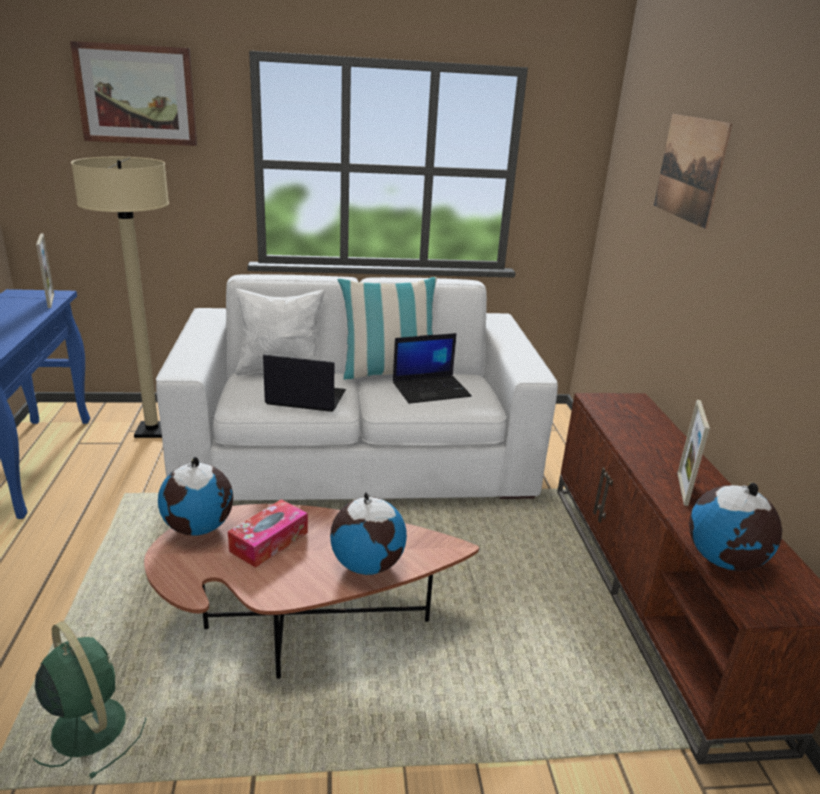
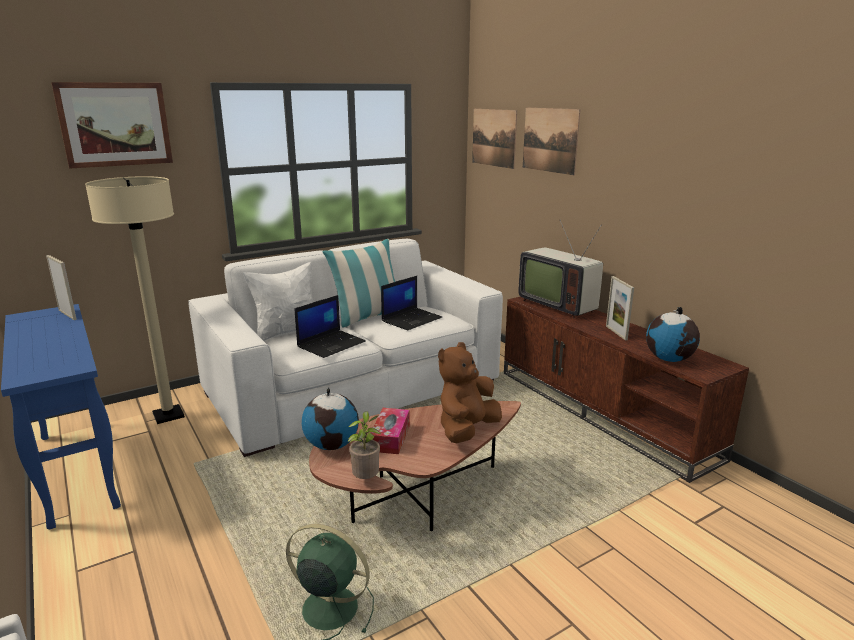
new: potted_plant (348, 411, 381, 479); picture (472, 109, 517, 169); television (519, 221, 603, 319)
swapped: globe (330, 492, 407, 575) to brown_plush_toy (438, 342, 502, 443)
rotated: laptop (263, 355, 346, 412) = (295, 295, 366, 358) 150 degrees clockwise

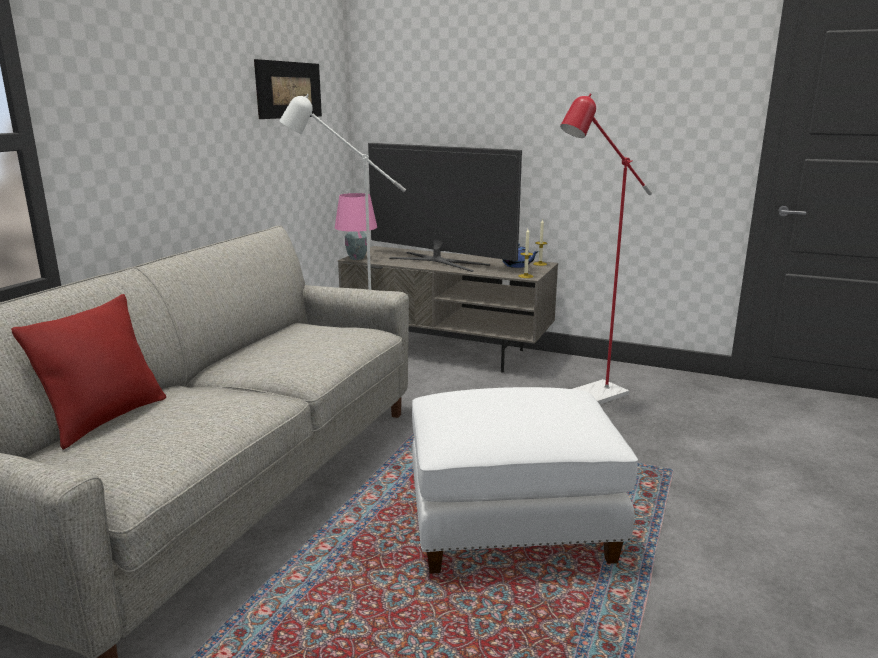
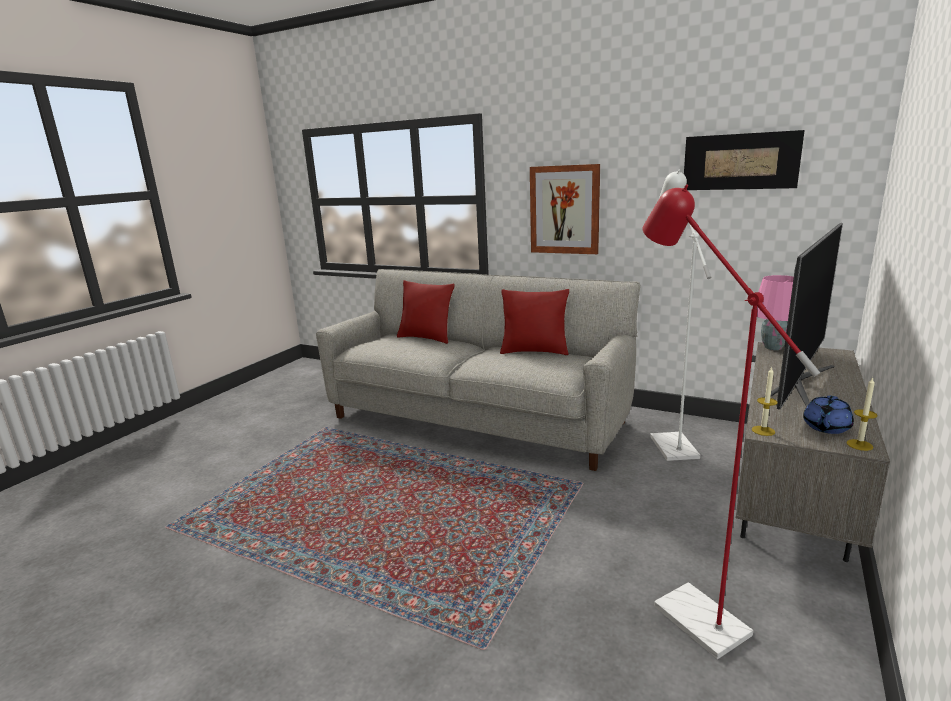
gone: white_ottoman (412, 387, 638, 574)
new: red_pillow (500, 289, 569, 355); picture (530, 164, 600, 254)

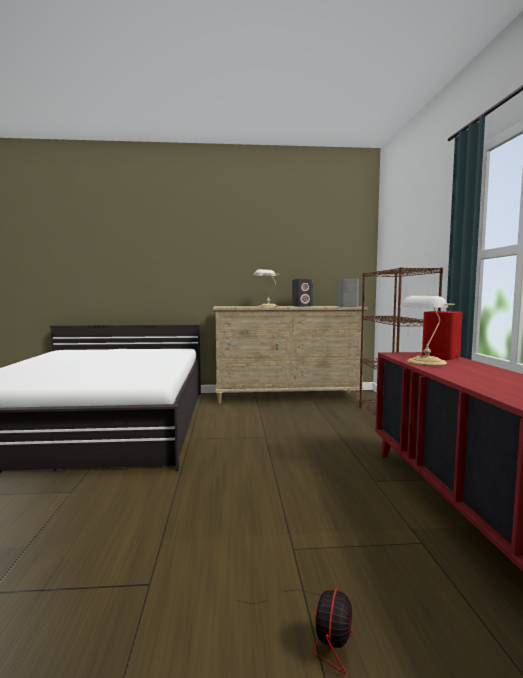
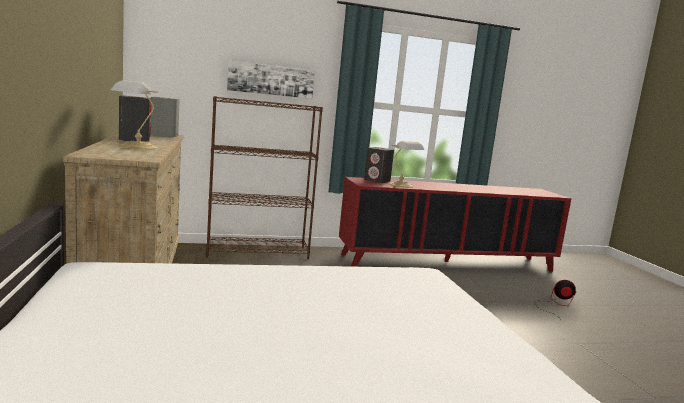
new: picture (227, 60, 315, 99)
repainted: red_speaker (422, 311, 462, 360) to grey_speaker (364, 147, 394, 183)

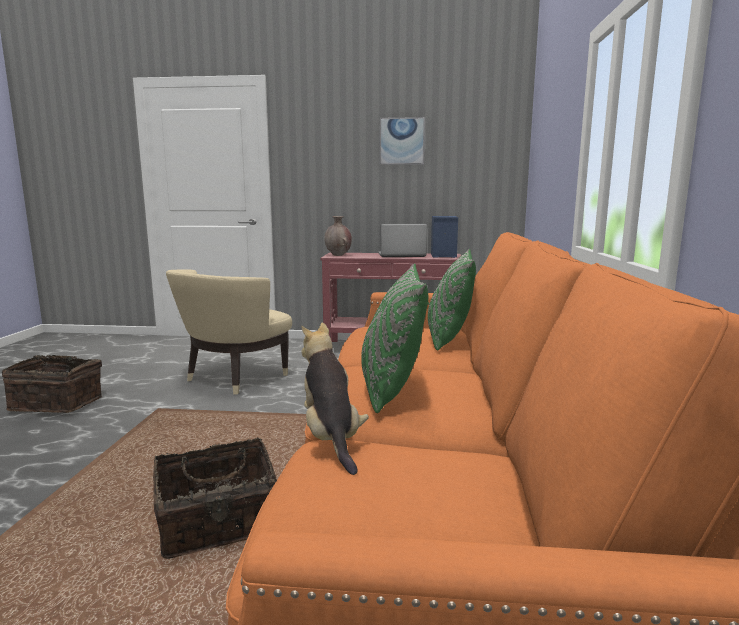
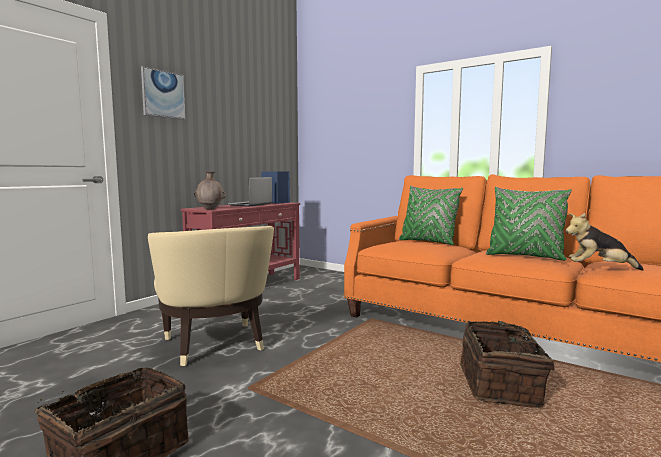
shifted: picture (379, 117, 425, 165) to (141, 66, 186, 120)

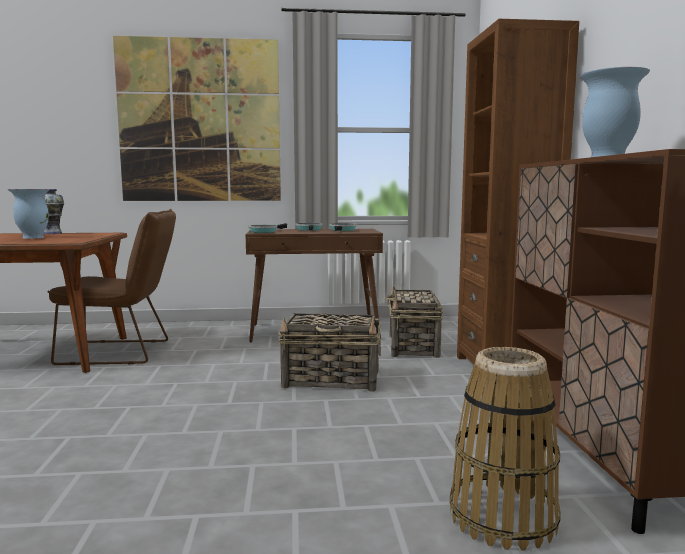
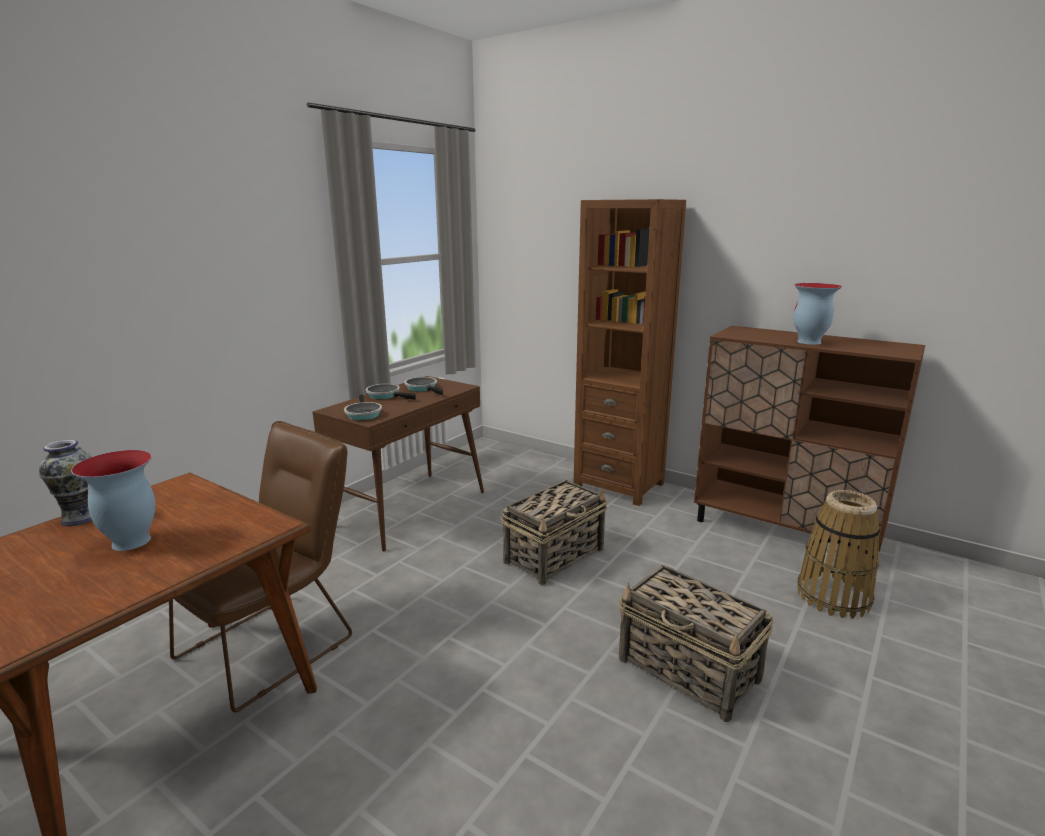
gone: picture (113, 36, 281, 201)
shifted: basket (385, 285, 443, 358) to (619, 565, 774, 722)

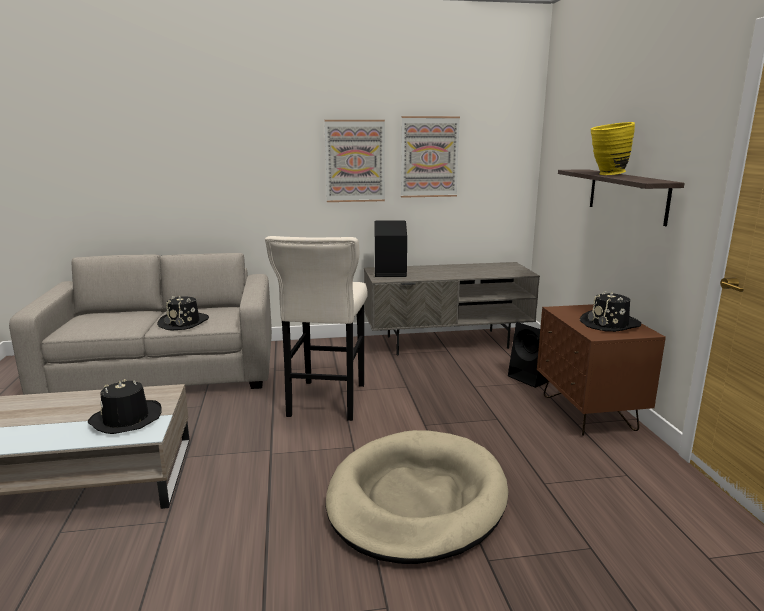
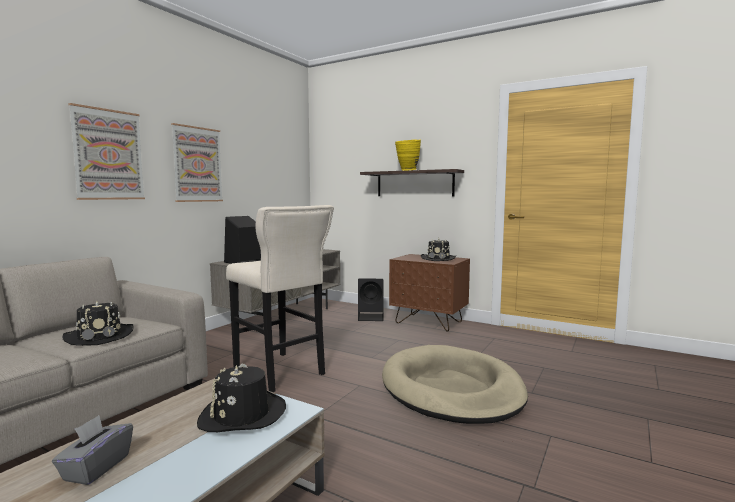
new: grey_tissue_box (52, 415, 133, 485)
shifted: picture (401, 116, 460, 198) to (69, 103, 145, 200)

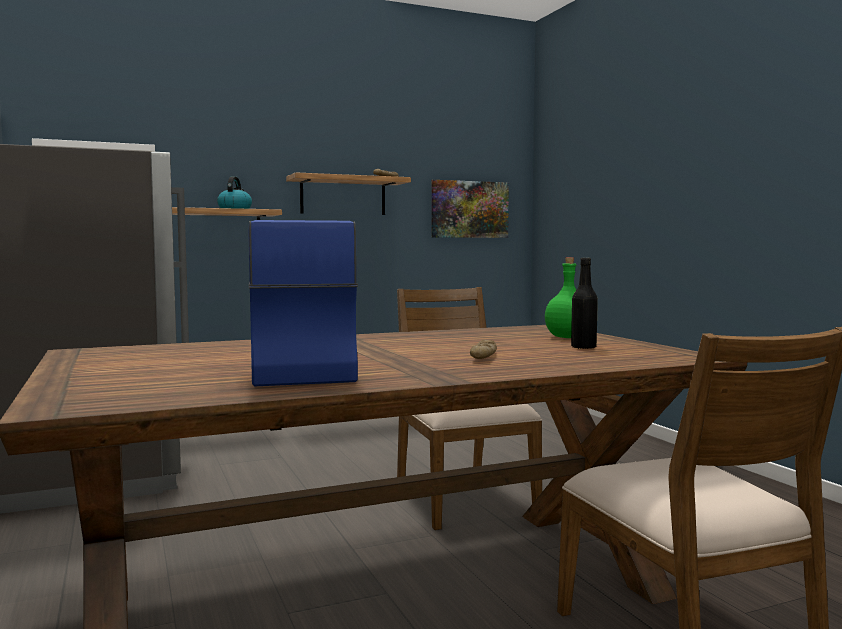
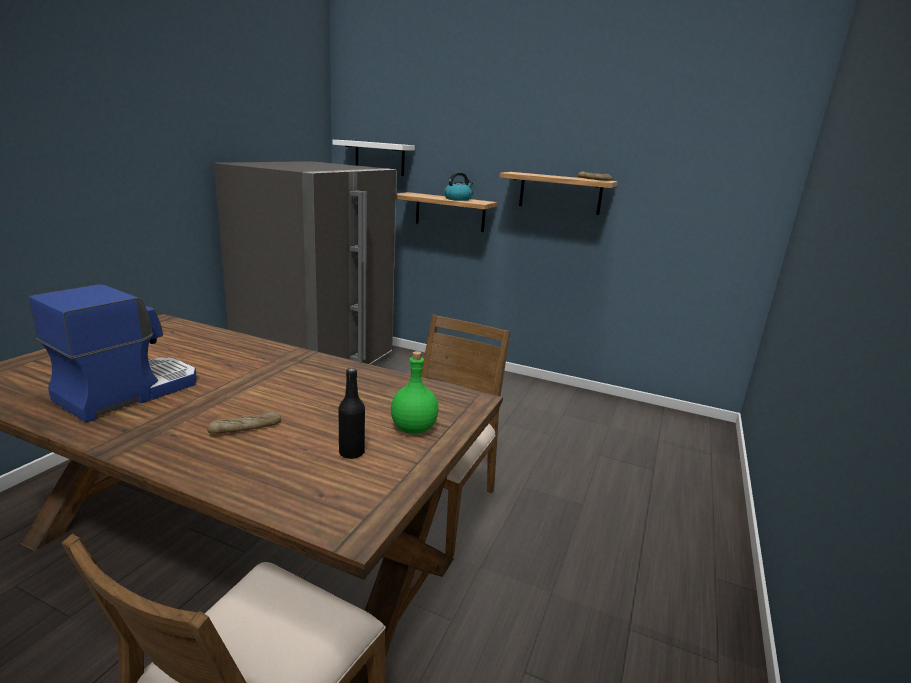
gone: picture (432, 180, 509, 238)

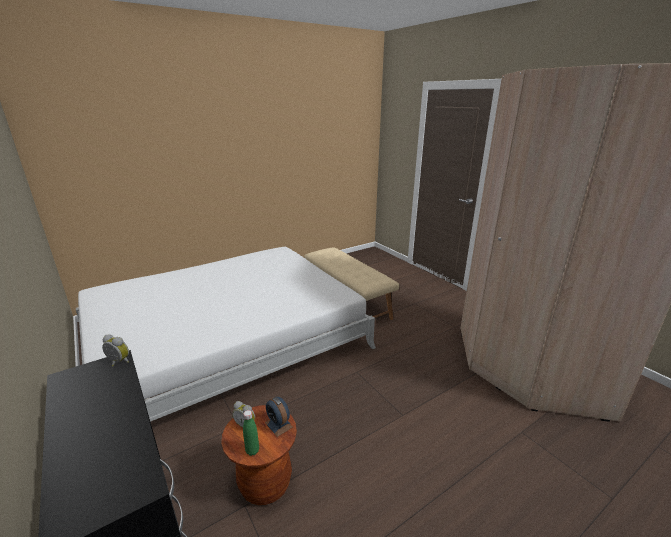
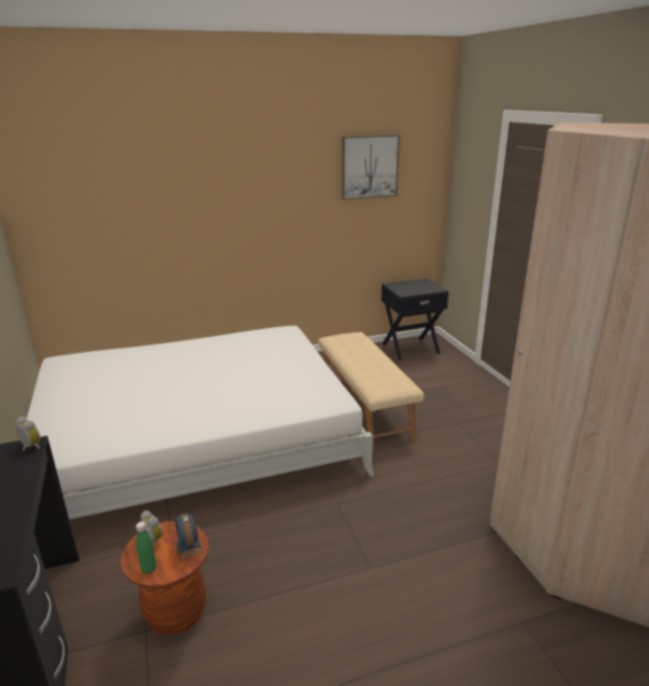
new: picture (342, 135, 400, 200); black_nightstand (381, 278, 449, 360)

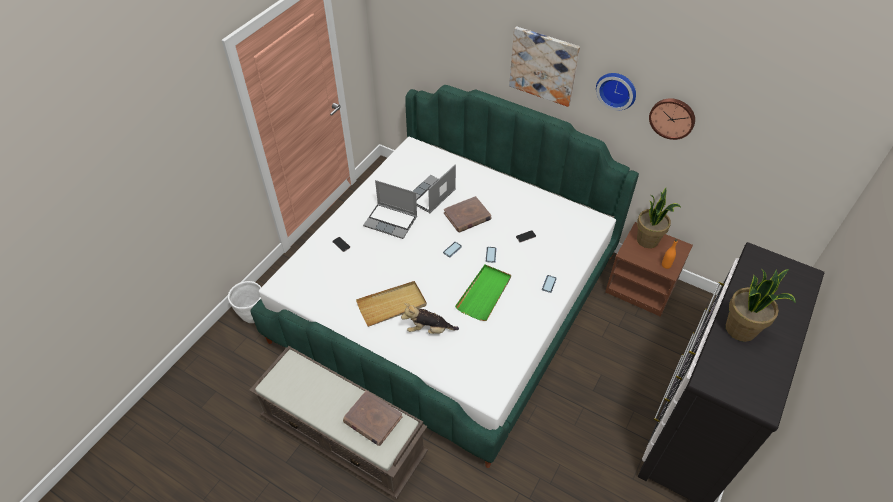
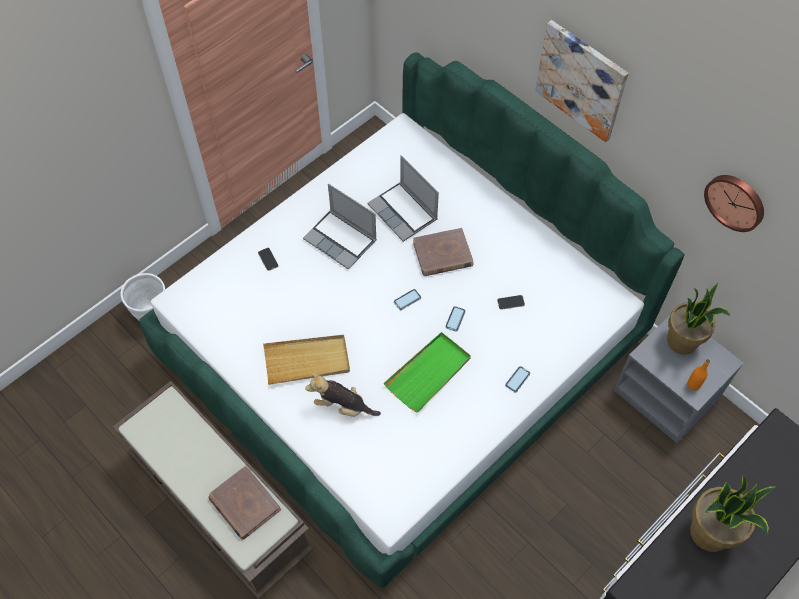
gone: wall_clock (596, 73, 636, 111)
repainted: brown_nightstand (605, 222, 693, 317) to grey_nightstand (614, 314, 744, 444)
rotated: laptop (413, 164, 456, 213) = (367, 155, 439, 242) 90 degrees counterclockwise

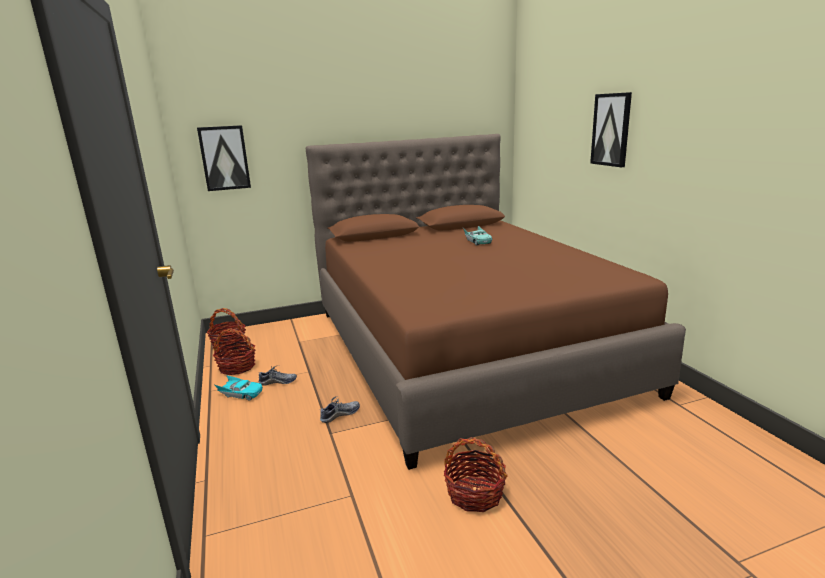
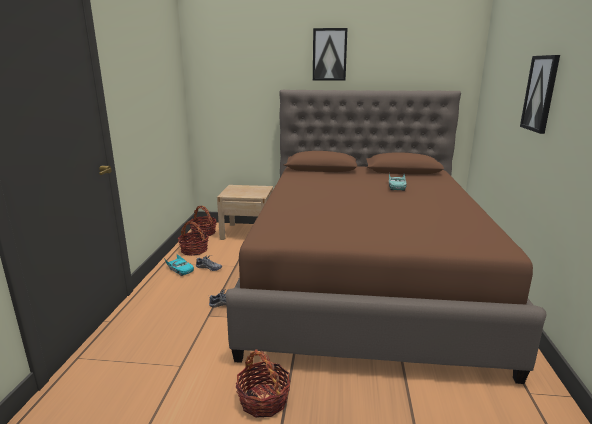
new: beige_nightstand (217, 185, 273, 240)
shifted: picture (197, 125, 251, 191) to (313, 28, 347, 80)

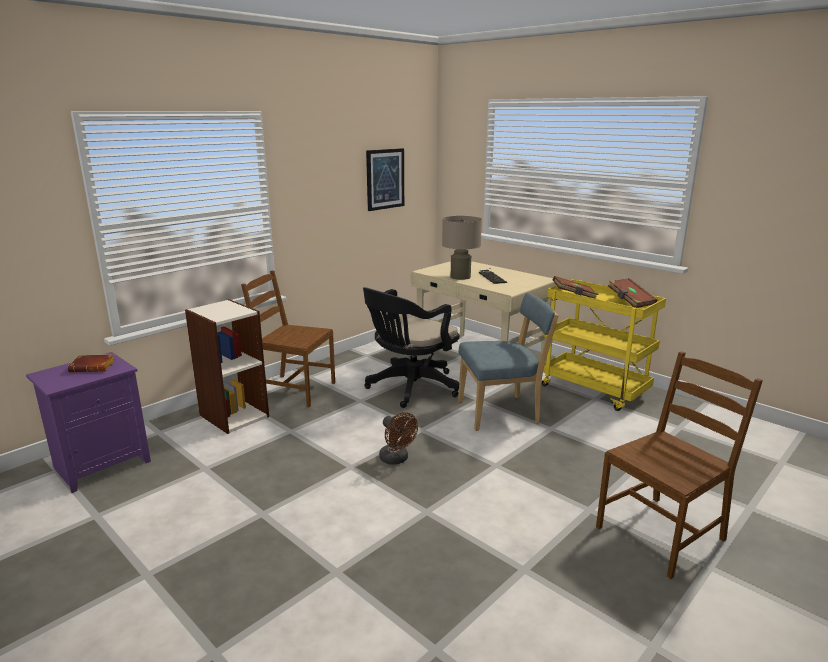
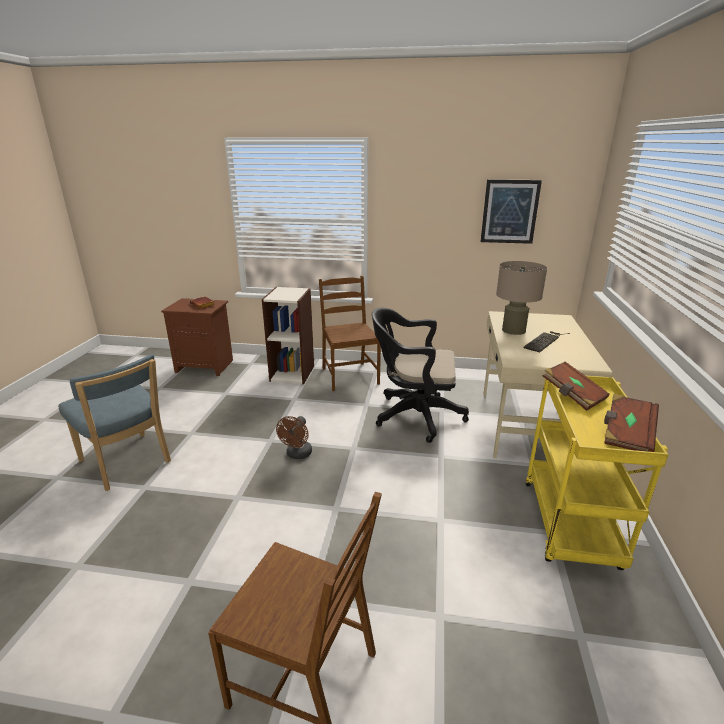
shifted: blue_chair (458, 292, 559, 431) to (58, 354, 171, 491)
repainted: purple_nightstand (26, 352, 151, 493) to brown_nightstand (161, 298, 233, 376)

